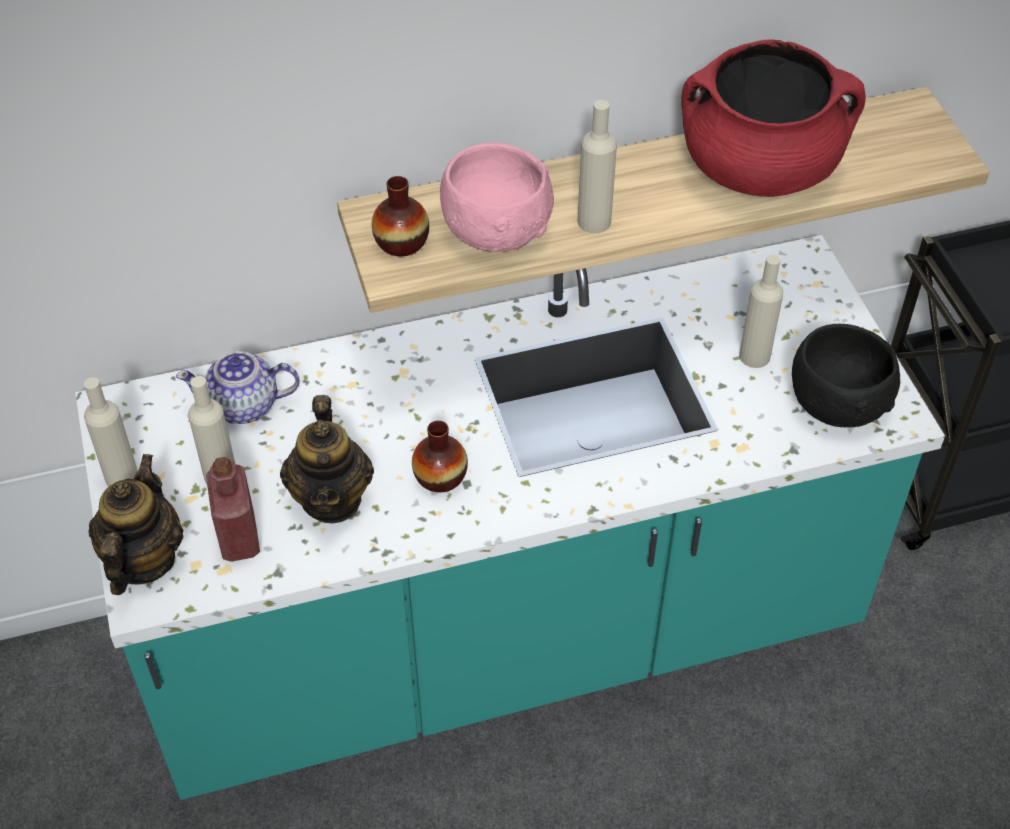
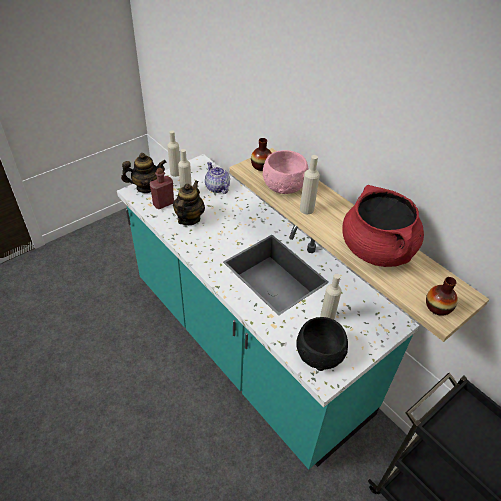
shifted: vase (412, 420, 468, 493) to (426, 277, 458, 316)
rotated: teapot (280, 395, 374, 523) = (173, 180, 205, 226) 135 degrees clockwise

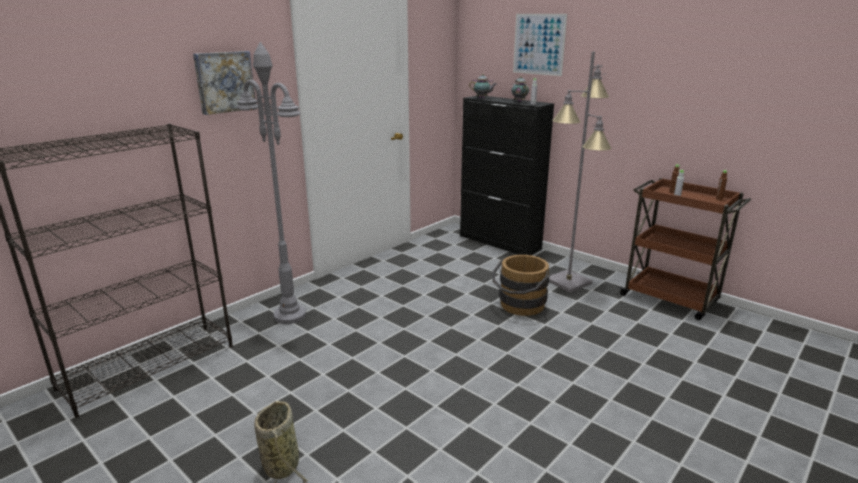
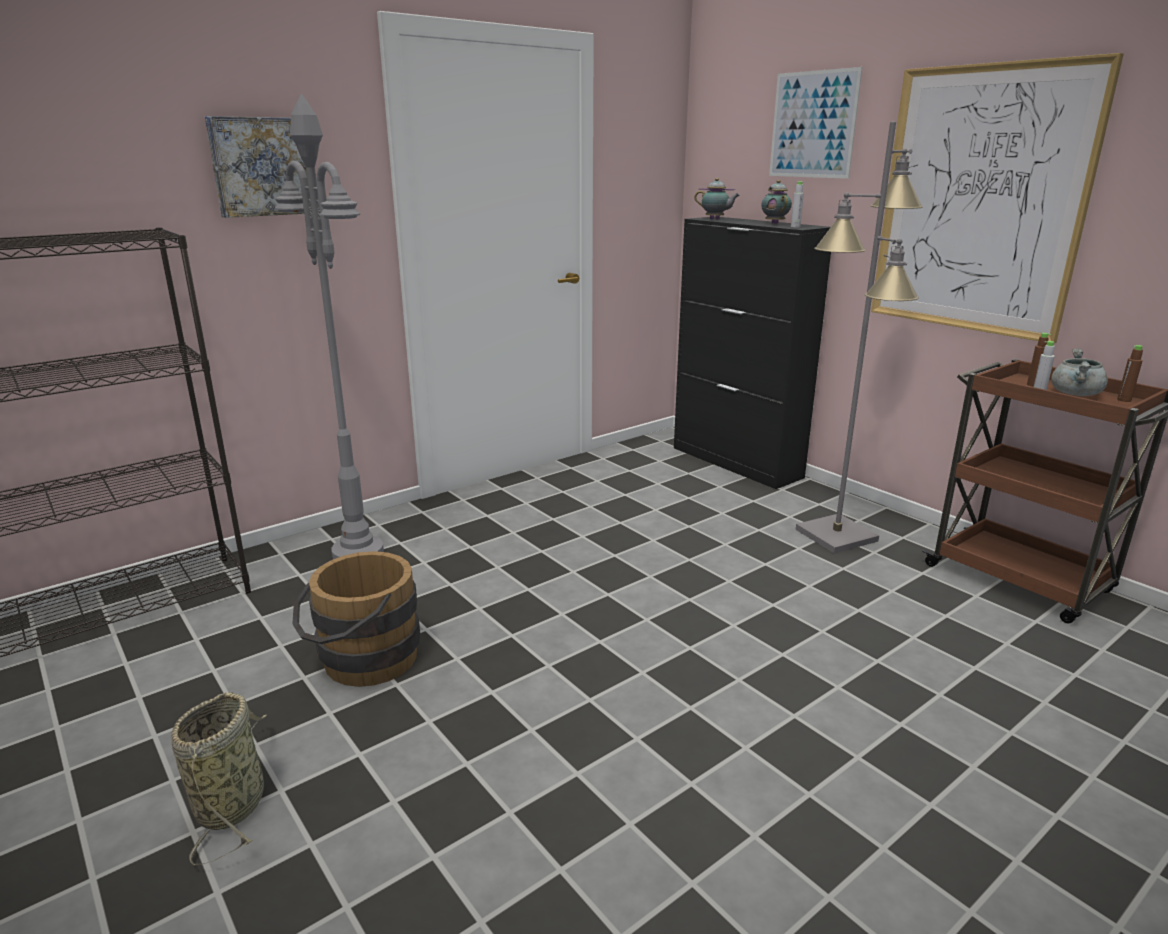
new: picture (871, 53, 1124, 343); grey_cooking_pot (1051, 348, 1108, 396)
shifted: brown_bucket (492, 255, 550, 316) to (292, 551, 420, 687)

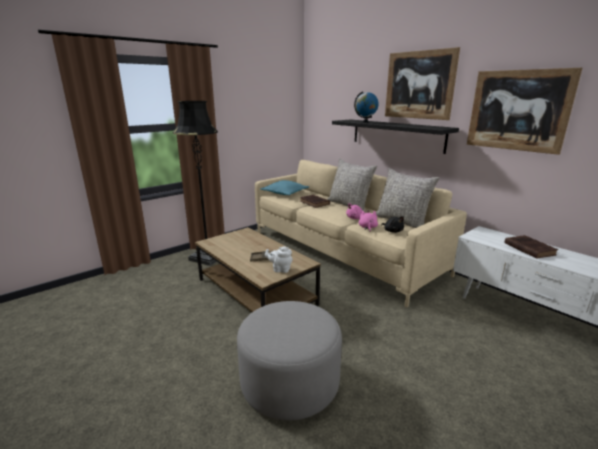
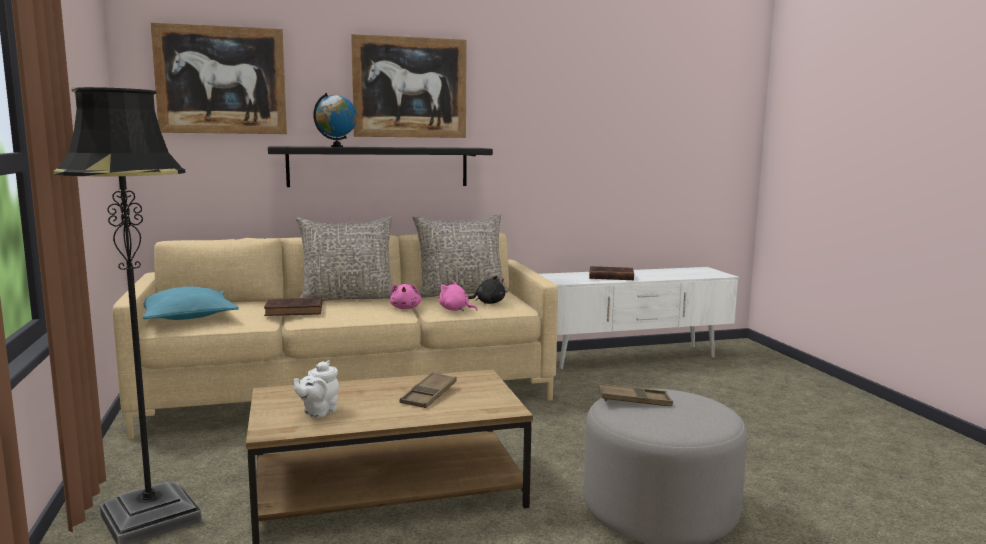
new: brown_tray (598, 384, 673, 406)
shifted: picture (467, 68, 582, 155) to (151, 23, 287, 134); white_teapot (265, 246, 293, 273) to (294, 360, 339, 418)

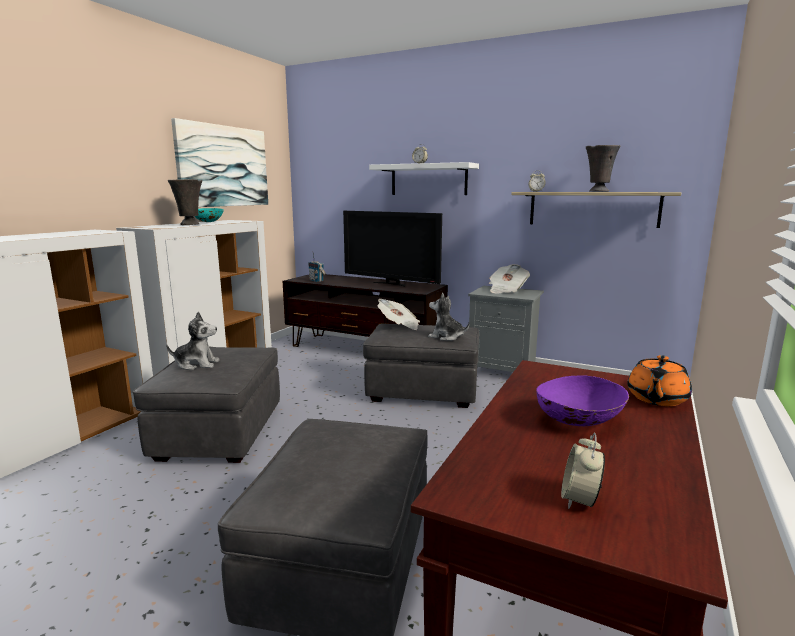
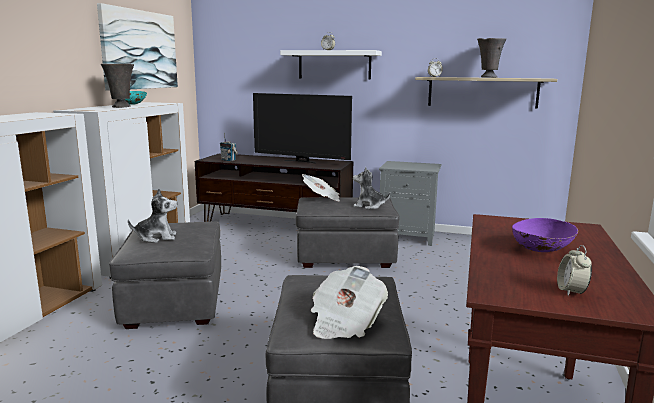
gone: orange_teapot (627, 355, 692, 406)
shifted: newspaper (489, 264, 530, 293) to (311, 266, 388, 339)

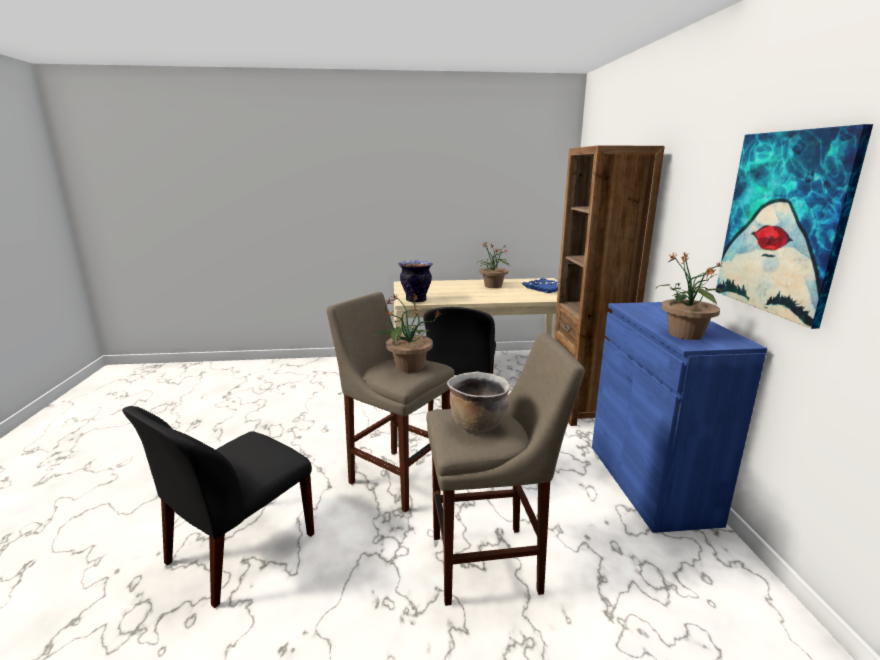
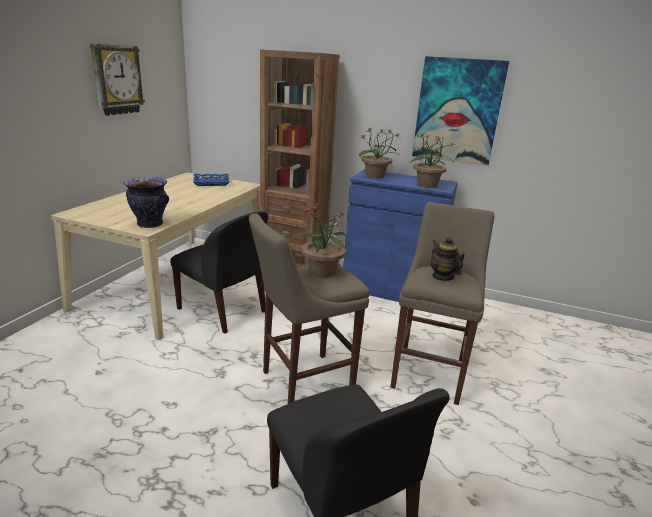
new: wall_clock (90, 44, 145, 116)
shifted: potted_plant (476, 242, 511, 288) to (359, 128, 400, 178)
swapped: brown_cooking_pot (447, 371, 511, 433) to teapot (430, 237, 464, 281)

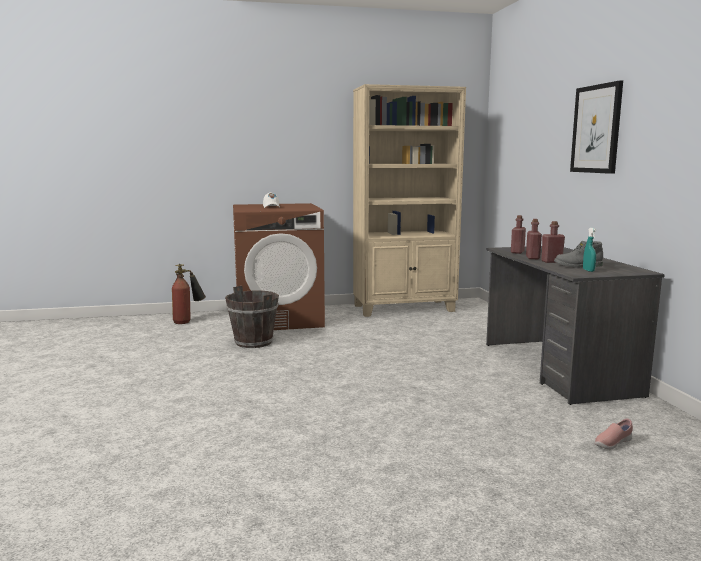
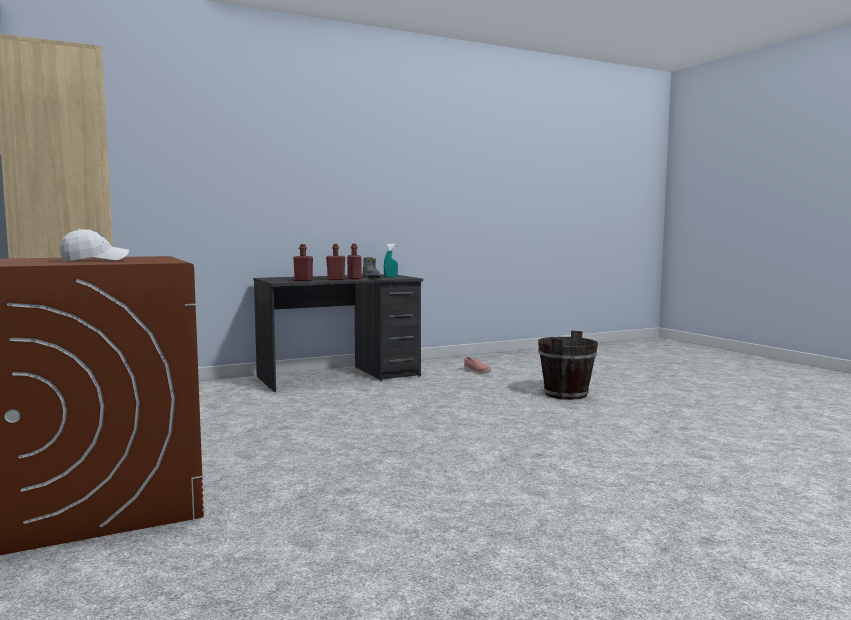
gone: fire_extinguisher (172, 264, 206, 324); picture (570, 80, 623, 174)
shifted: brown_bucket (225, 286, 279, 348) to (538, 330, 598, 400)

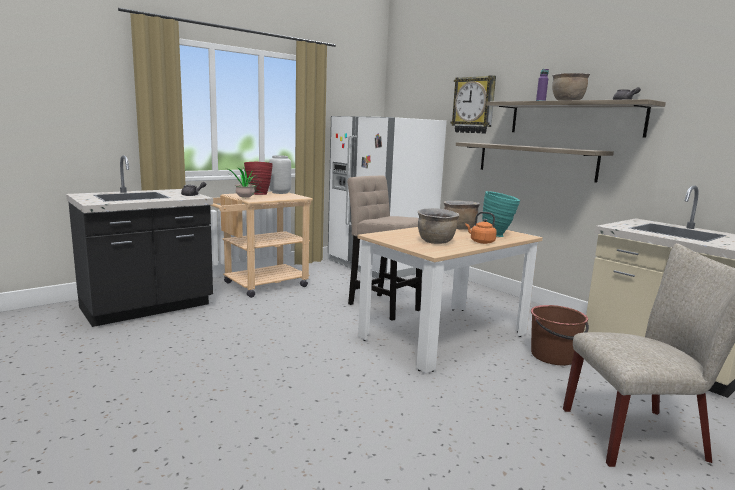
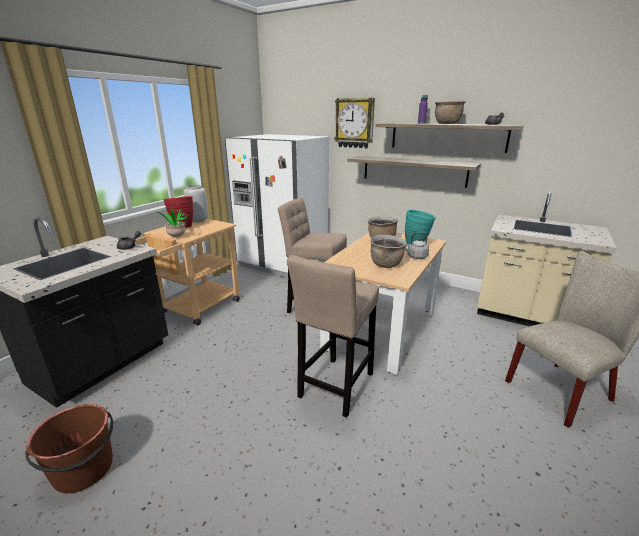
new: beige_stool (287, 255, 379, 418)
shifted: brown_bucket (531, 305, 589, 365) to (25, 404, 113, 493)
repainted: orange_kettle (466, 212, 497, 244) to grey_kettle (405, 233, 429, 259)

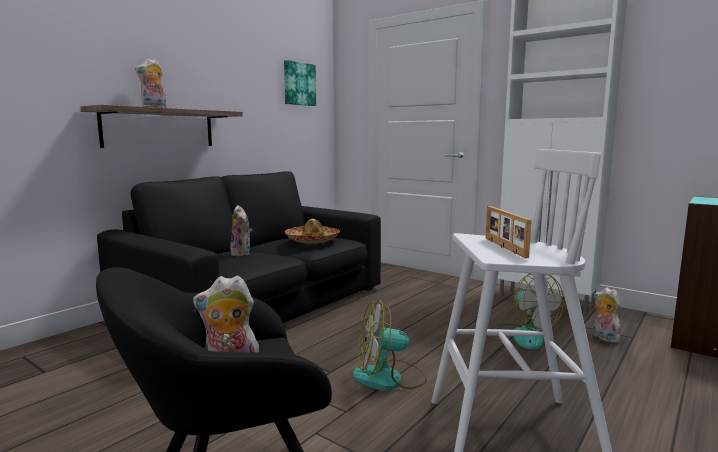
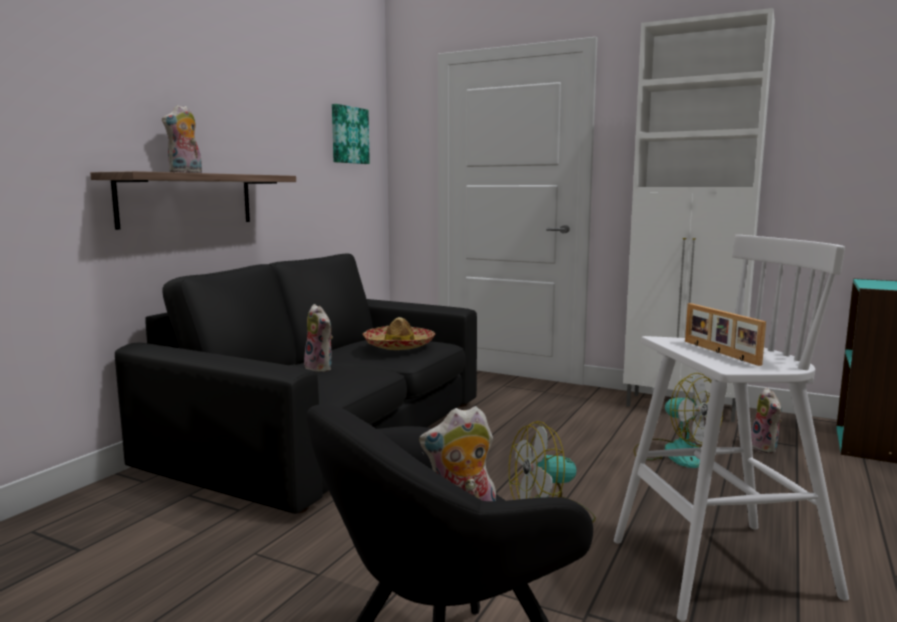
rotated: plush_toy (593, 287, 621, 343) = (751, 387, 782, 454) 150 degrees counterclockwise

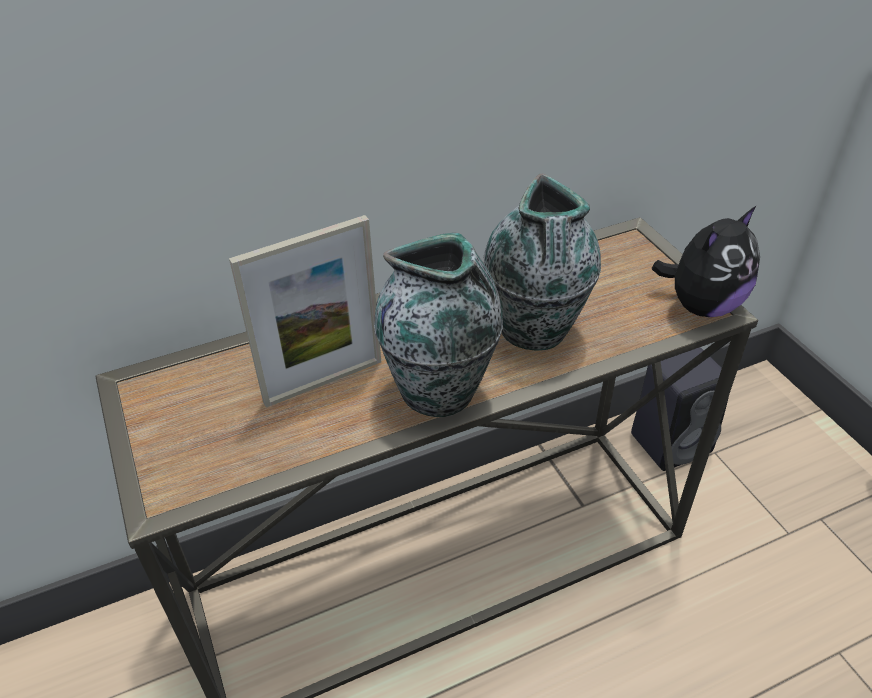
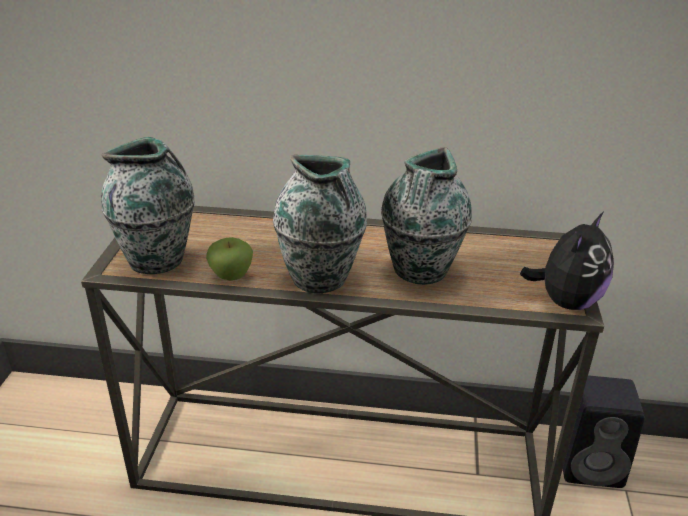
gone: picture_frame (229, 215, 381, 407)
new: vase (101, 137, 195, 274); apple (206, 237, 253, 281)
rotated: plush_toy (652, 206, 760, 317) = (520, 212, 614, 310) 45 degrees counterclockwise

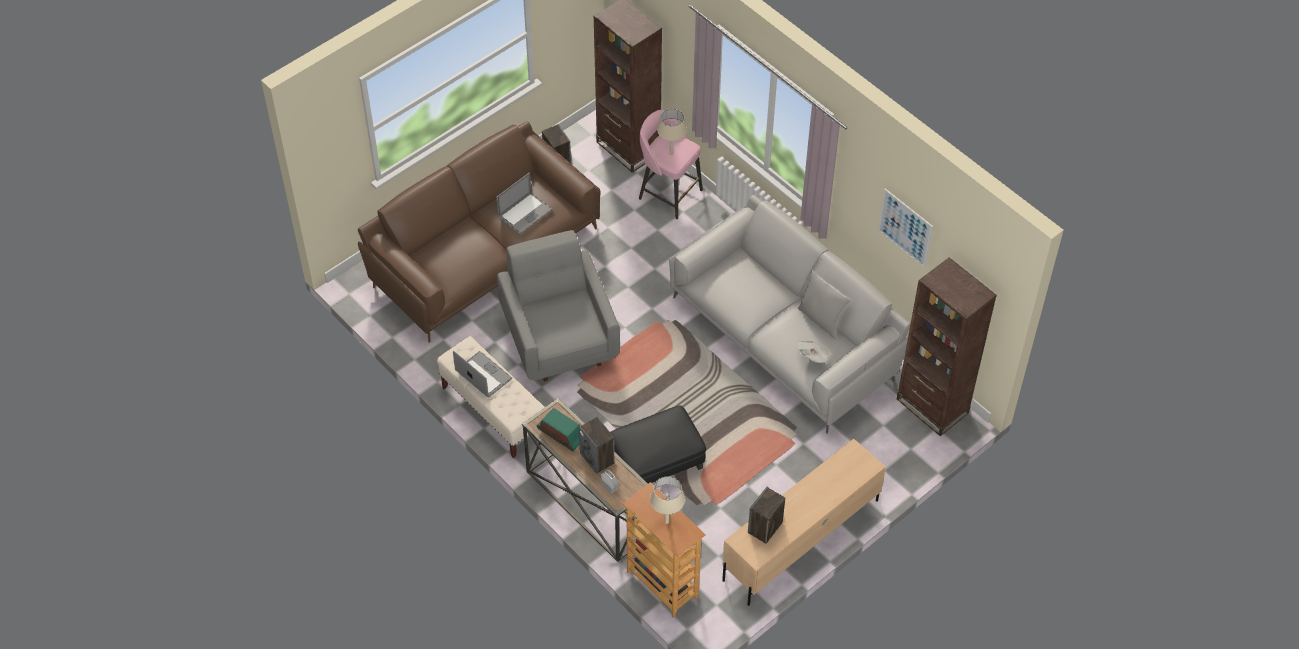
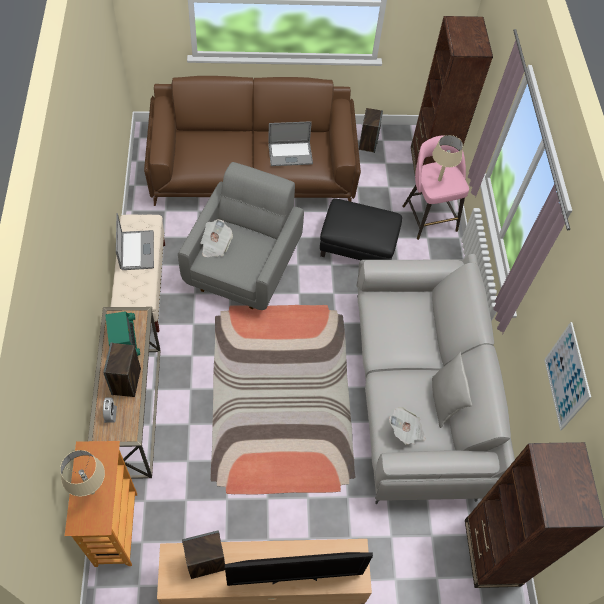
new: newspaper (200, 219, 233, 257); television (225, 552, 373, 586)
shifted: black_ottoman (610, 406, 706, 484) to (320, 198, 402, 260)

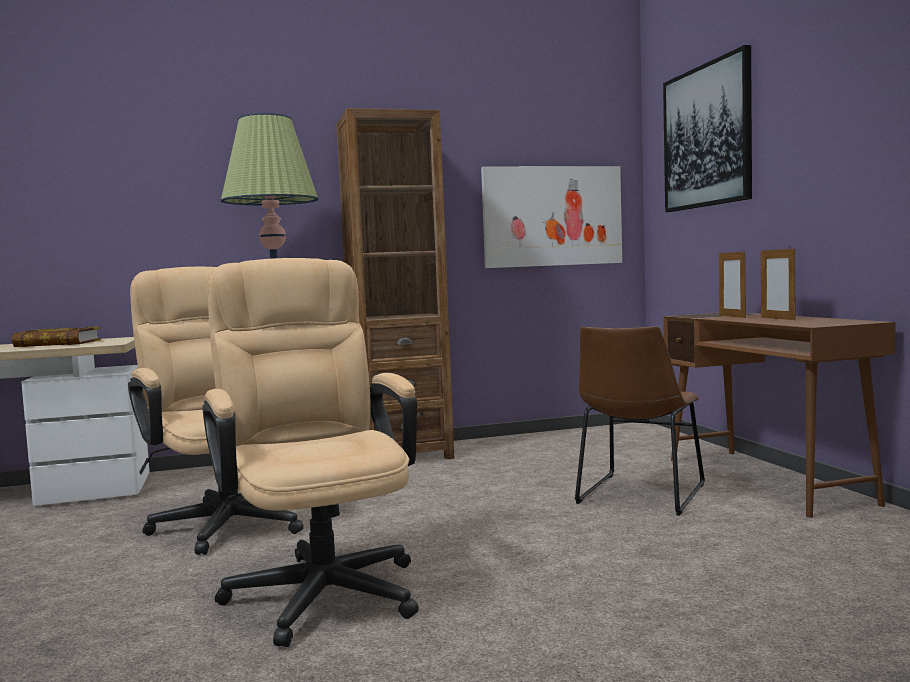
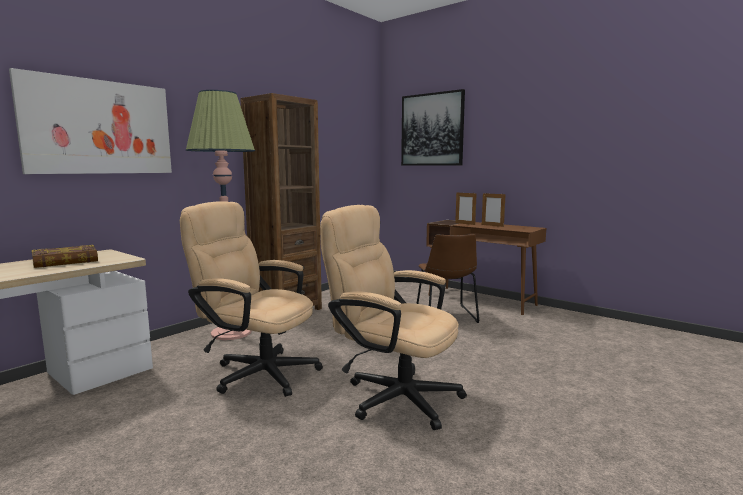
shifted: picture (481, 166, 622, 268) to (9, 68, 172, 174)

